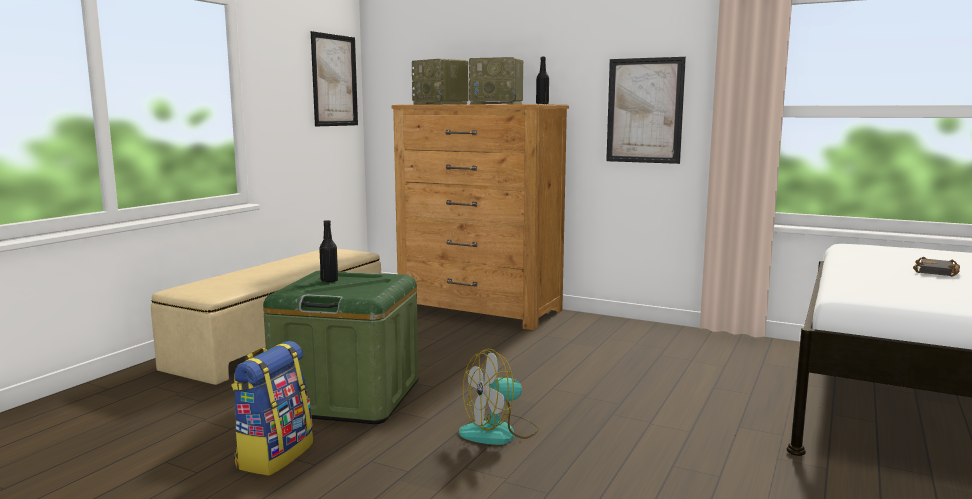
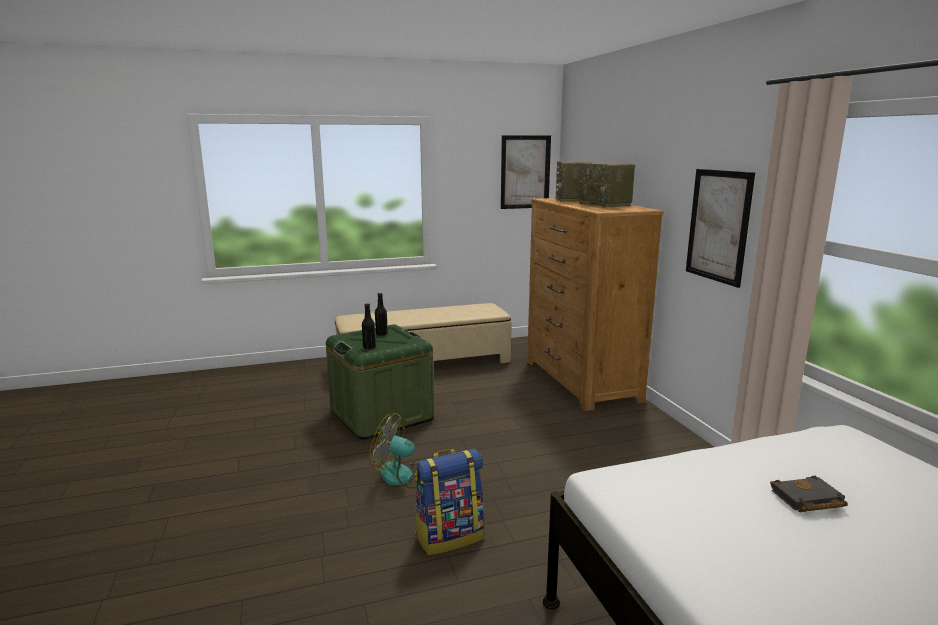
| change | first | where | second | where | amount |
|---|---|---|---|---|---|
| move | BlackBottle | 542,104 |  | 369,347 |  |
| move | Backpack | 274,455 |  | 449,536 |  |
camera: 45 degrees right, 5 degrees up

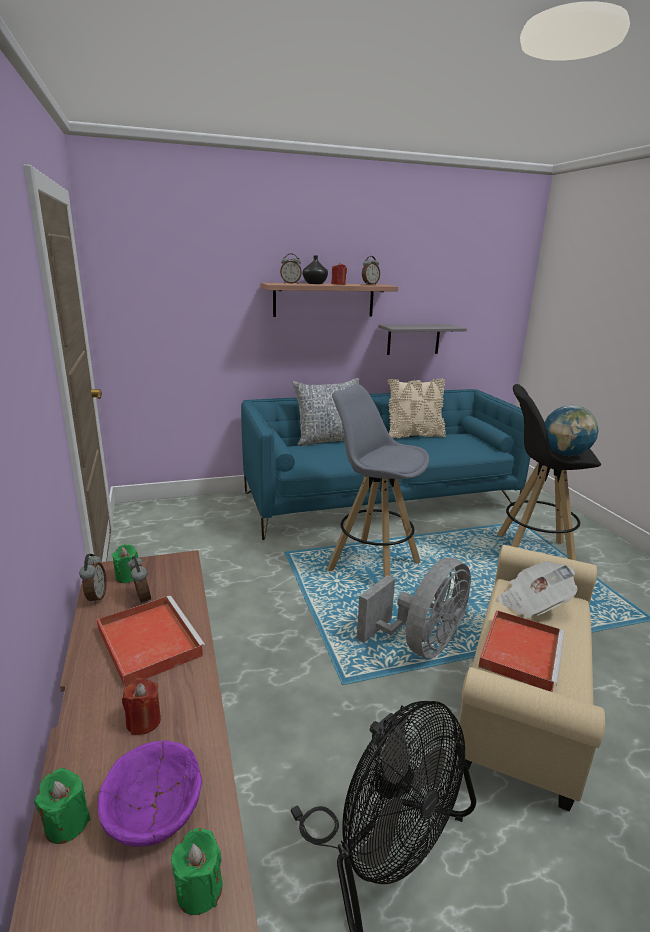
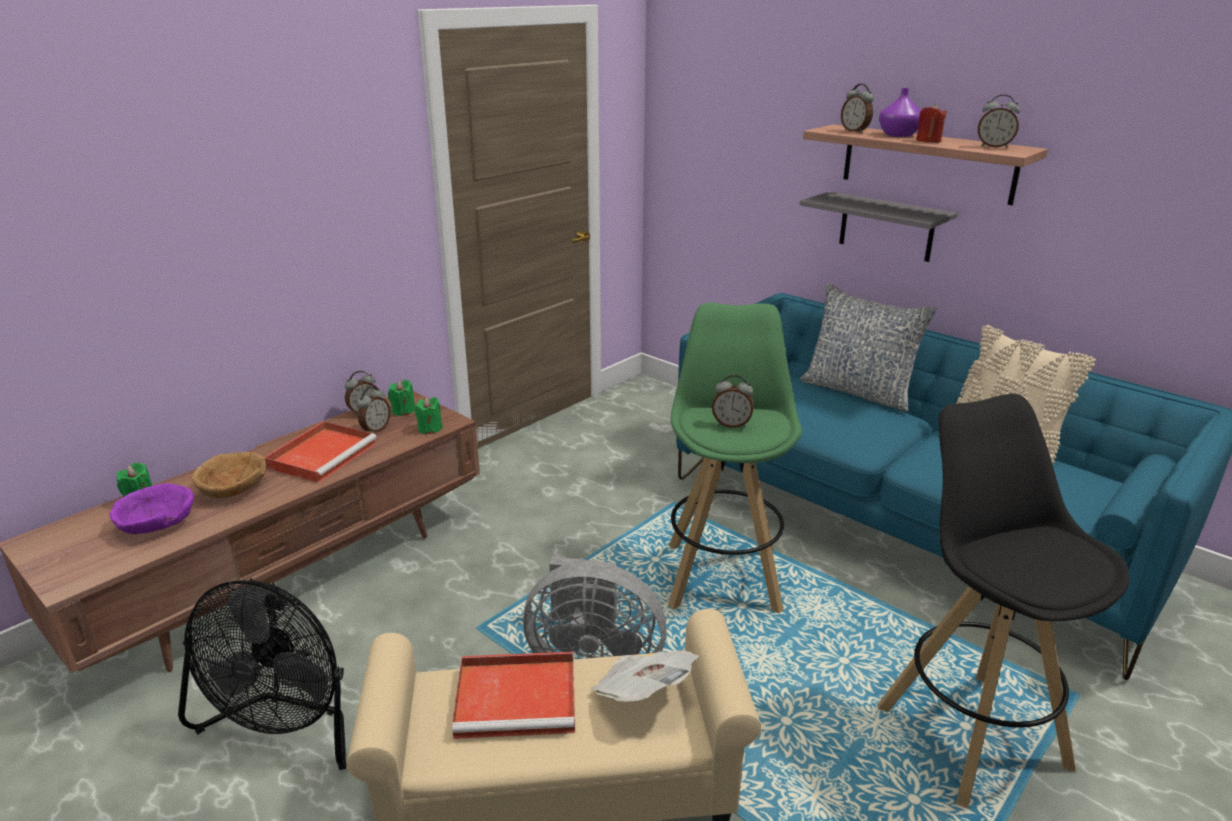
| change | first | where | second | where | amount |
|---|---|---|---|---|---|
| recolor | BlackVase | 314,283 | PurpleVase | 898,135 |  |
| move | GreyShelf | 413,339 |  | 886,227 |  |
| recolor | GreyStool | 372,565 | GreenStool | 723,575 |  |
| delete | Globe | 565,454 |  |  |  |
| replace | RedCandle | 143,721 | BrownBowl | 233,489 |  |
| move | GreenCandle | 199,889 |  | 430,429 |  |
| insert |  |  | AlarmClock | 731,424 |  |
camera: 60 degrees right, 5 degrees up

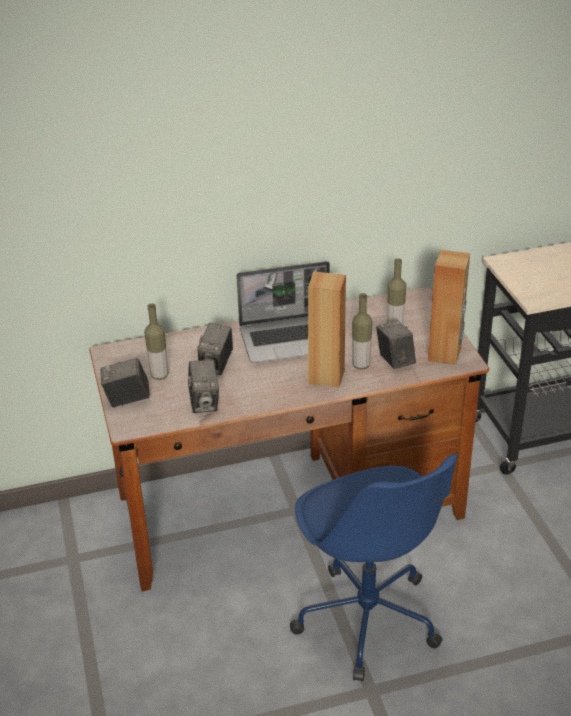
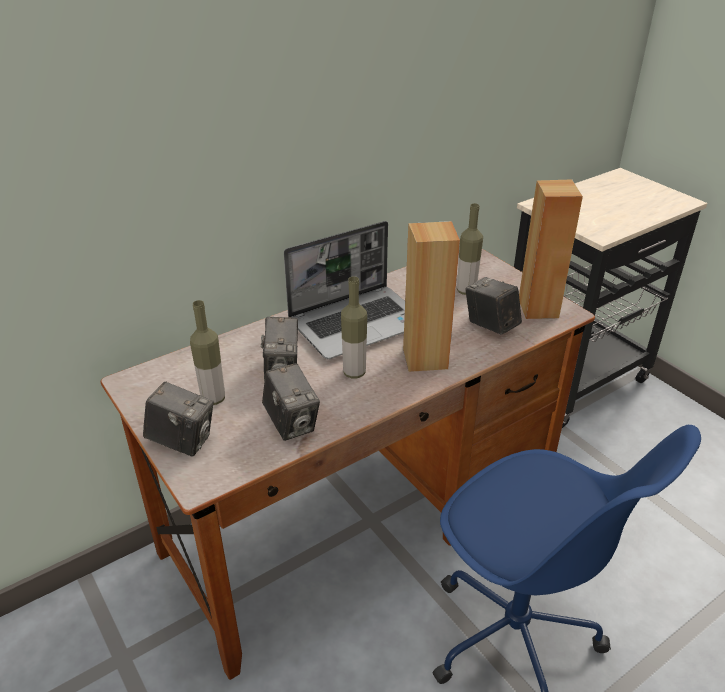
| change | first | where | second | where | amount |
|---|---|---|---|---|---|
| move | Bottle | 361,365 |  | 354,372 |  |
| rotate | PhotoCamera | 127,399 |  | 182,441 | 135 degrees counterclockwise |
camera: 20 degrees left, 0 degrees up

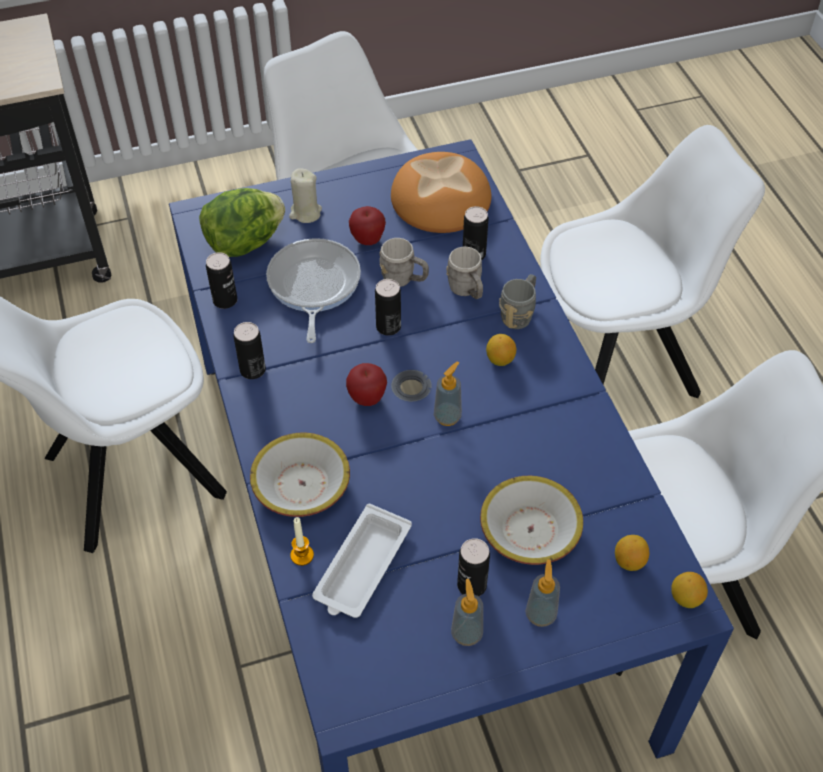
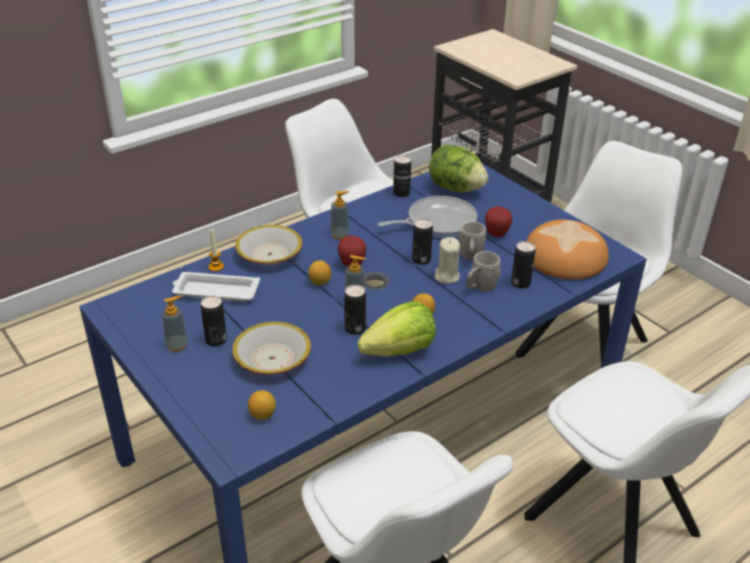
| change | first | where | second | where | amount |
|---|---|---|---|---|---|
| move | BeigeCandle | 305,213 |  | 446,276 |  |
| delete | GreyMug | 519,313 |  |  |  |
| move | Can | 252,370 |  | 355,329 |  |
| move | SoapDispenser | 540,614 |  | 340,235 |  |
| move | Lemon | 686,598 |  | 319,282 |  |
| insert |  |  | Lettuce | 400,351 |  |
camera: 70 degrees right, 15 degrees down

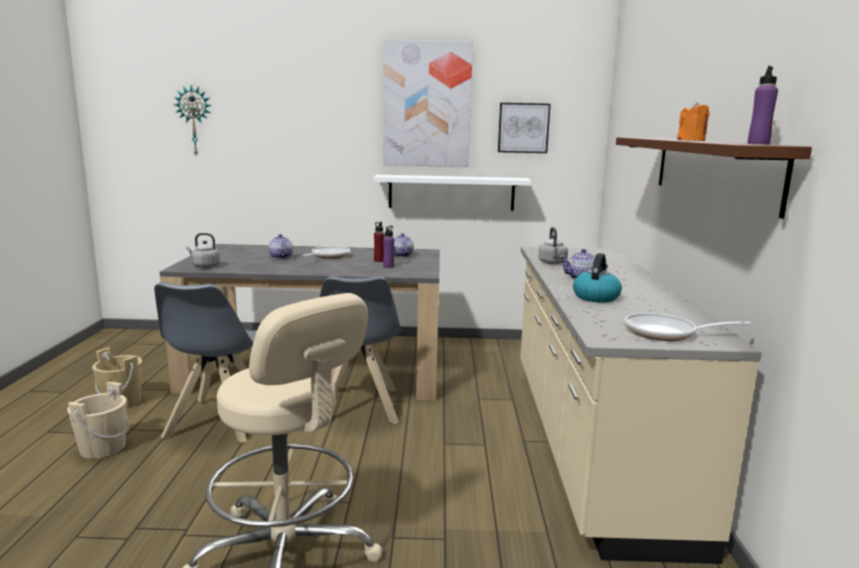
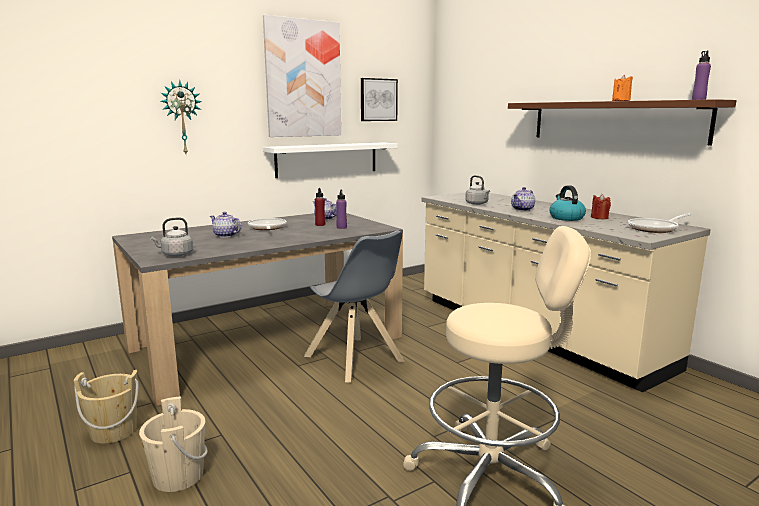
| change | first | where | second | where | amount |
|---|---|---|---|---|---|
| move | WallClock | 194,121 |  | 182,118 |  |
| delete | GreyChair | 218,421 |  |  |  |
| insert |  |  | RedCandle | 599,217 |  |
camera: 35 degrees left, 0 degrees up

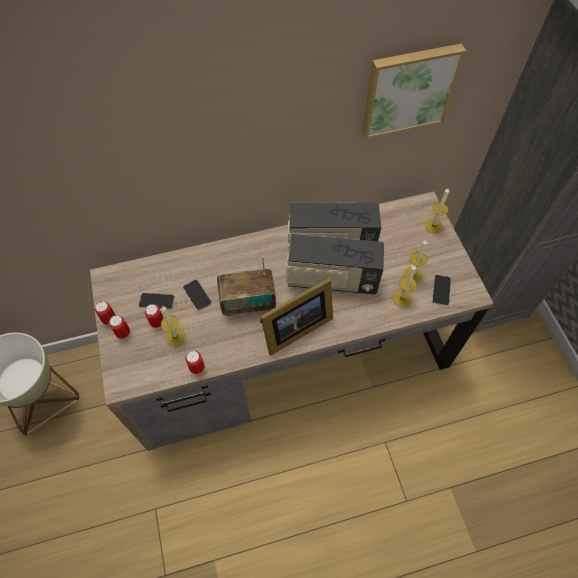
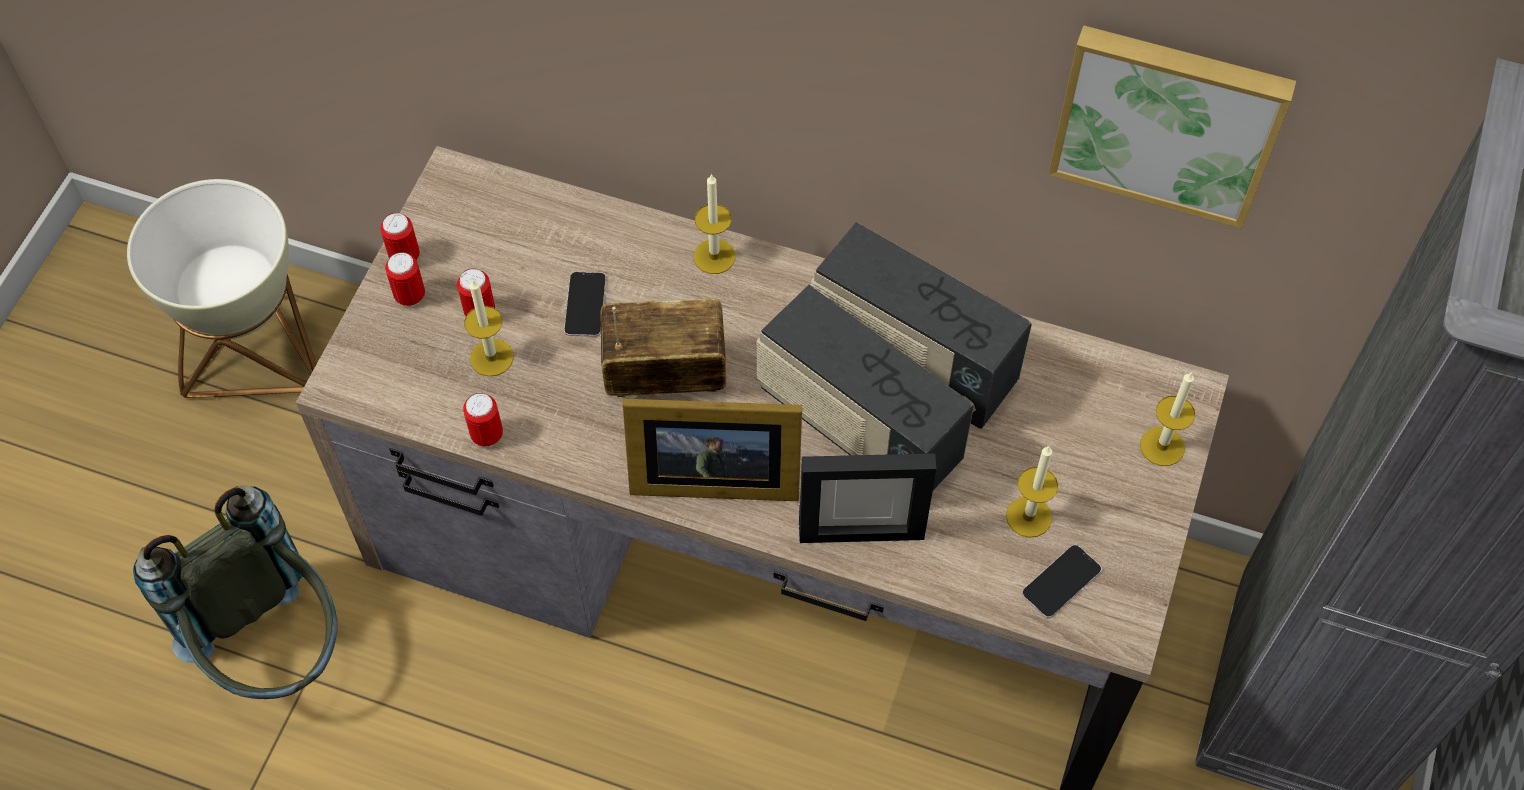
| change | first | where | second | where | amount |
|---|---|---|---|---|---|
| rotate | Radio | 248,302 |  | 665,374 | 150 degrees clockwise |
| move | Candle | 402,298 |  | 714,256 |  |
| delete | Phone | 156,301 |  |  |  |
| insert |  |  | PictureFrame | 861,531 |  |
| insert |  |  | GreyBackpack | 276,651 |  |
camera: 35 degrees right, 0 degrees up

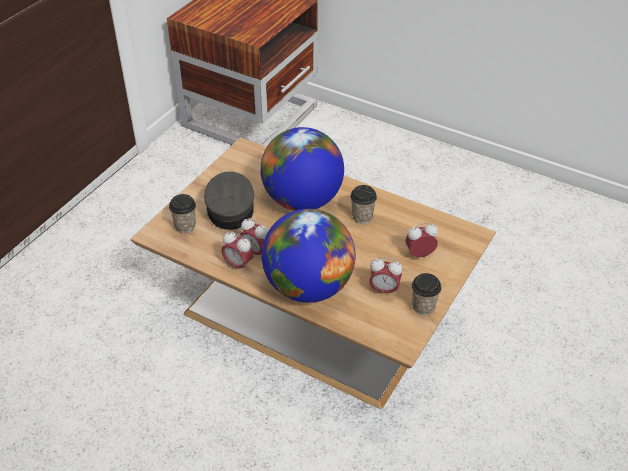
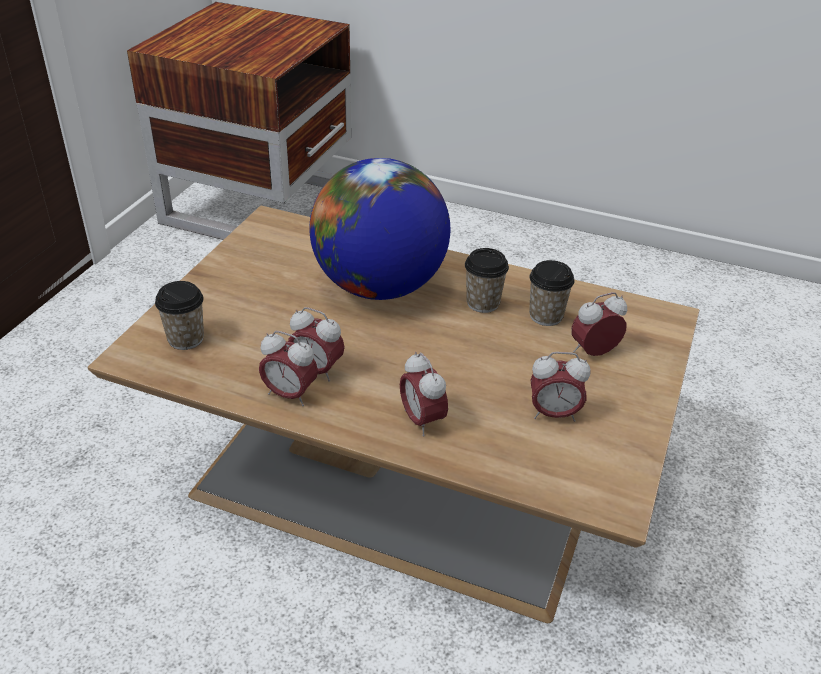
| change | first | where | second | where | amount |
|---|---|---|---|---|---|
| delete | GreyCap | 230,209 |  |  |  |
| replace | Globe | 308,287 | AlarmClock | 422,420 |  |
| move | Cup | 423,307 |  | 546,316 |  |
camera: 10 degrees left, 5 degrees down

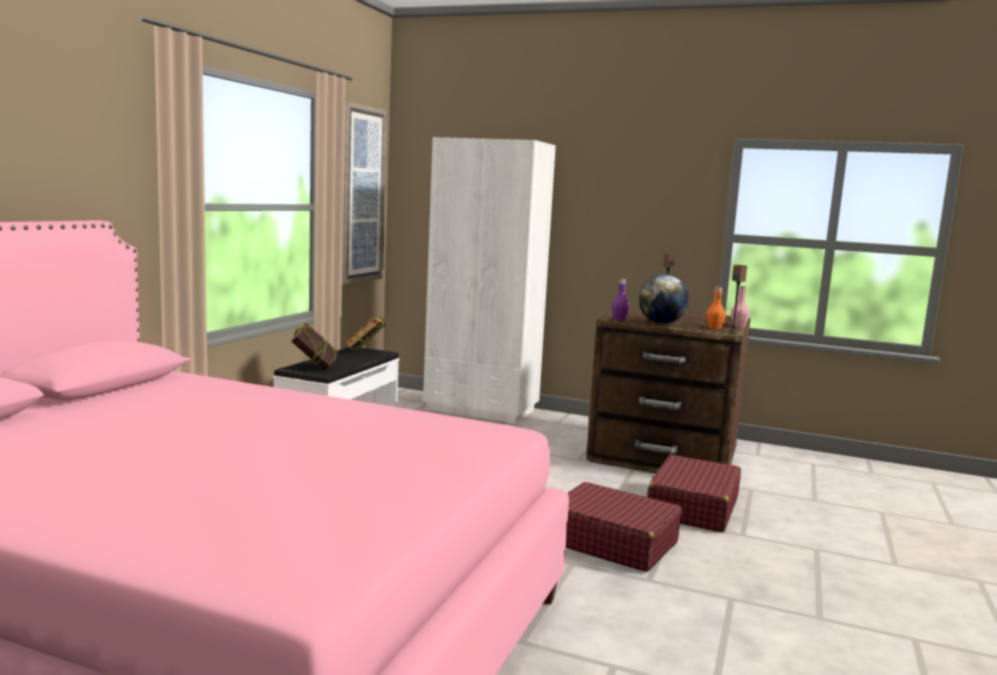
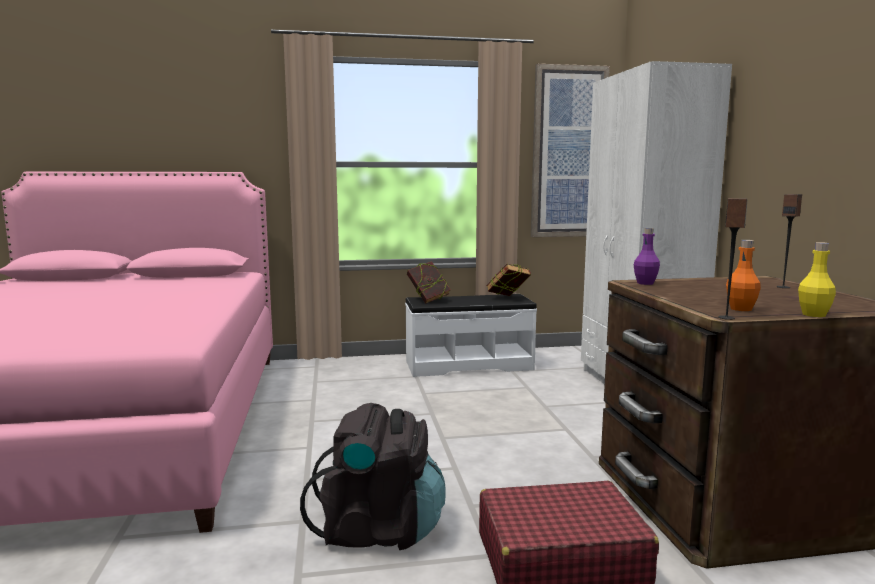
| change | first | where | second | where | amount |
|---|---|---|---|---|---|
| delete | Globe | 661,323 |  |  |  |
| recolor | PinkBottle | 738,326 | YellowBottle | 813,315 |  |
| replace | RedSuitcase | 611,542 | BlackBackpack | 379,529 |  |
camera: 60 degrees right, 0 degrees up

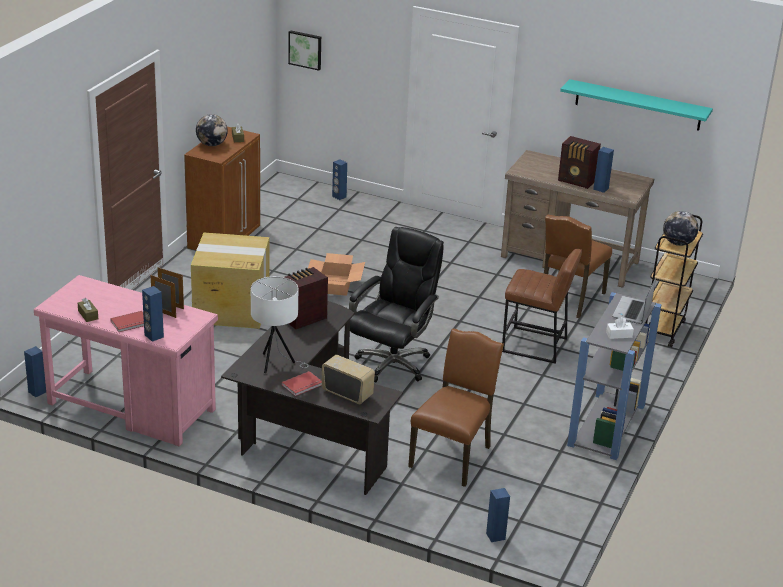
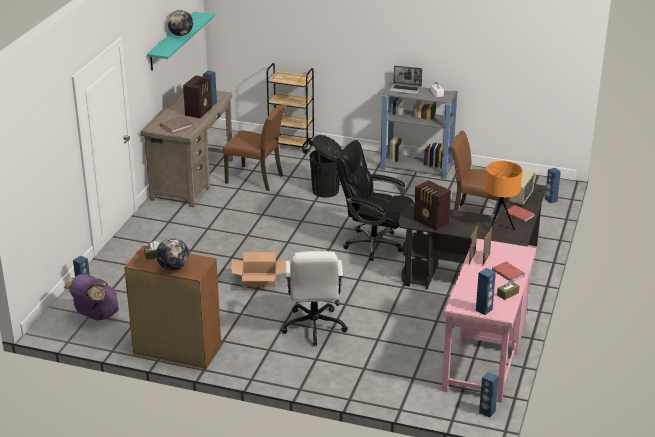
| change | first | where | second | where | amount |
|---|---|---|---|---|---|
| delete | Picture | 305,49 |  |  |  |
| move | Globe | 678,243 |  | 181,35 |  |
| replace | CardboardBox | 230,308 | WhiteOfficeChair | 314,328 |  |
| replace | BrownChair | 535,345 | BlackTrashCan | 326,191 |  |
| recolor | WhiteTableLamp | 276,364 | OrangeTableLamp | 499,226 |  |
| move | BlueSpeaker | 153,336 |  | 484,310 |  |
| insert |  |  | BrownBook | 176,126 |  |
| insert |  |  | PurpleBackpack | 95,315 |  |
camera: 95 degrees left, 0 degrees up

